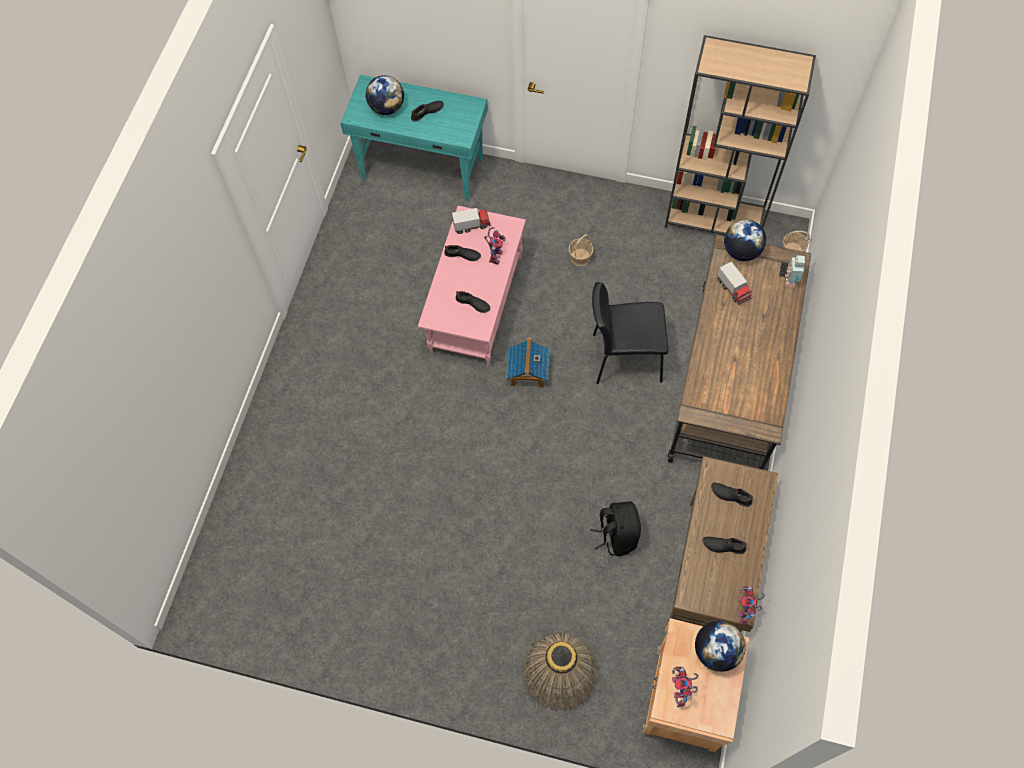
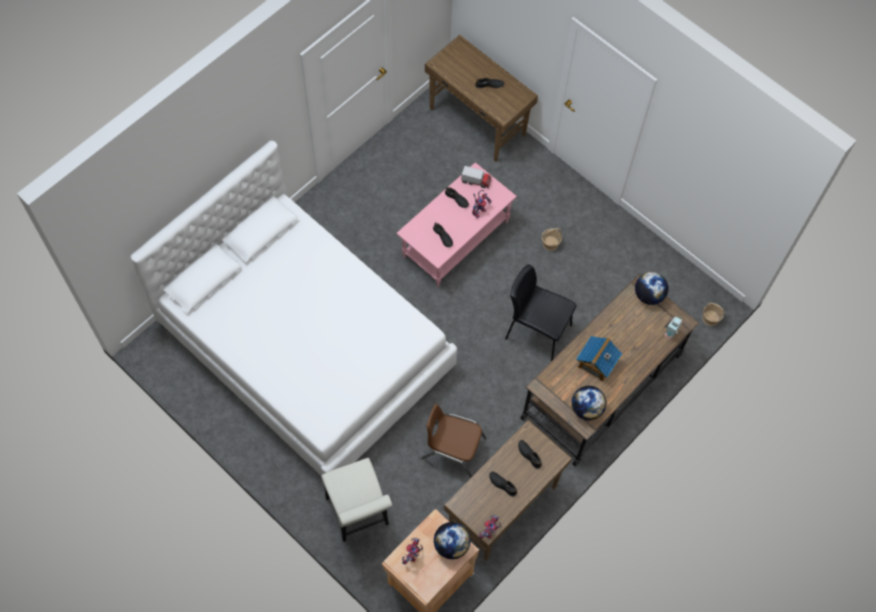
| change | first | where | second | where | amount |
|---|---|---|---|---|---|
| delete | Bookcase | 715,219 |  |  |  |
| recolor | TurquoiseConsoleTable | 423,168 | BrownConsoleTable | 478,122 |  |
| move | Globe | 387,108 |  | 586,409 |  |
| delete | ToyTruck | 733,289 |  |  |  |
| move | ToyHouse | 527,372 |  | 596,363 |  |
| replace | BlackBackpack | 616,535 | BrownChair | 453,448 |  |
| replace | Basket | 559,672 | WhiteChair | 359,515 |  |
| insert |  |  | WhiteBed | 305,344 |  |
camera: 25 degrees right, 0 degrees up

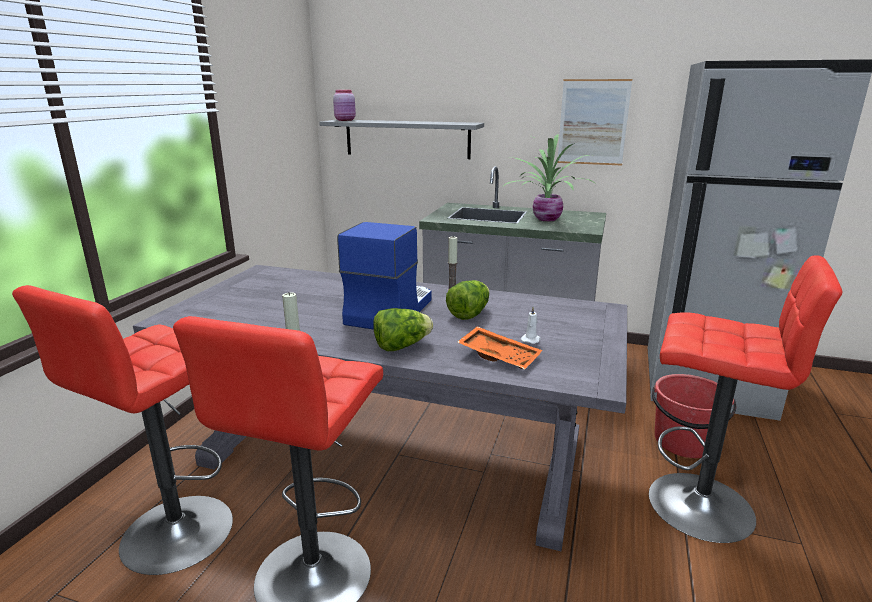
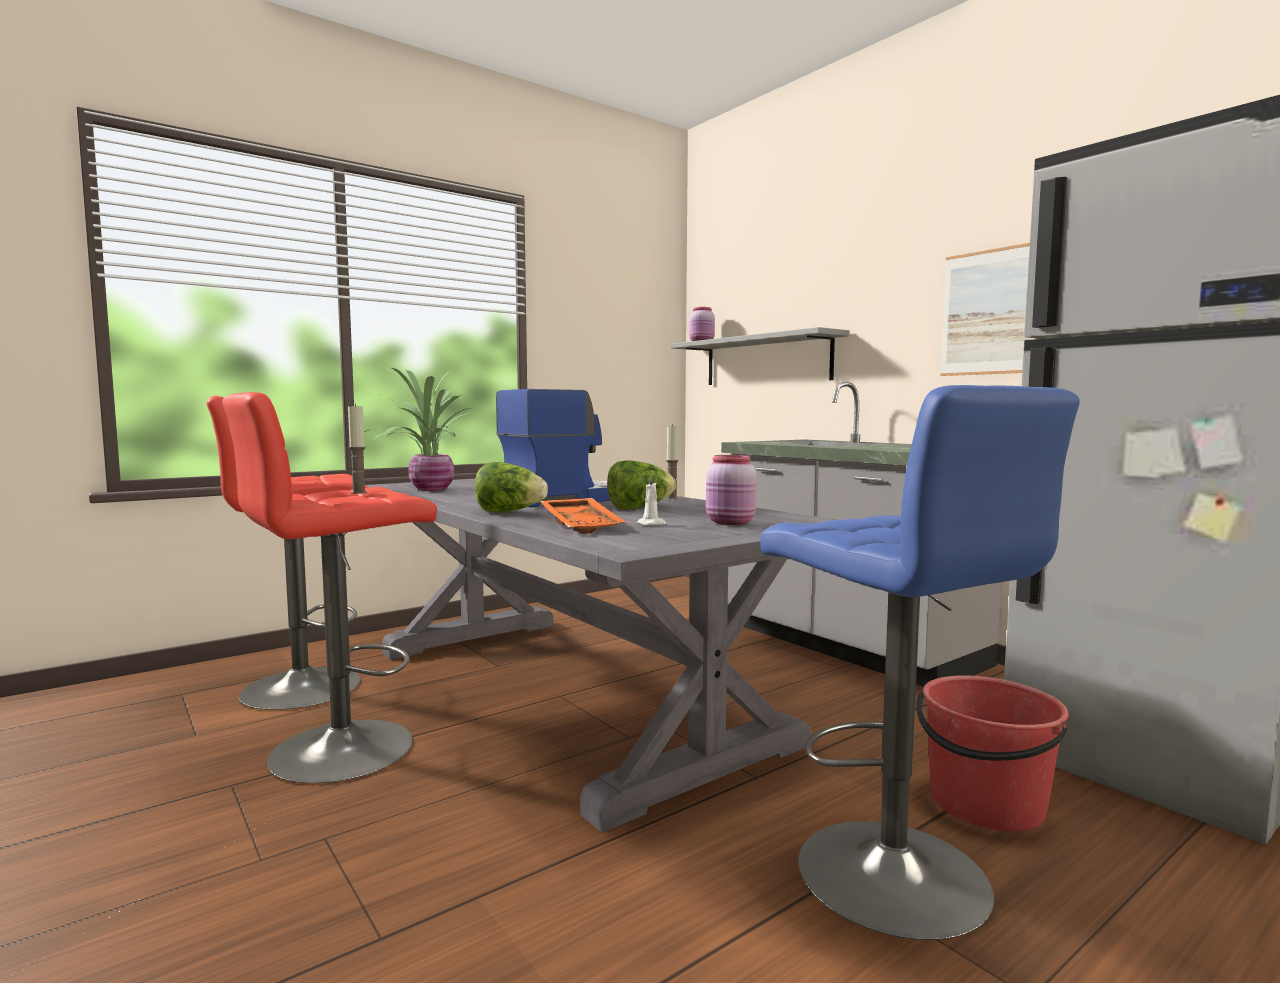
| change | first | where | second | where | amount |
|---|---|---|---|---|---|
| move | PottedPlant | 545,219 |  | 430,489 |  |
| recolor | RedStool | 701,507 | BlueStool | 892,877 |  |
| insert |  |  | PinkJar | 731,522 |  |
camera: 35 degrees right, 15 degrees down

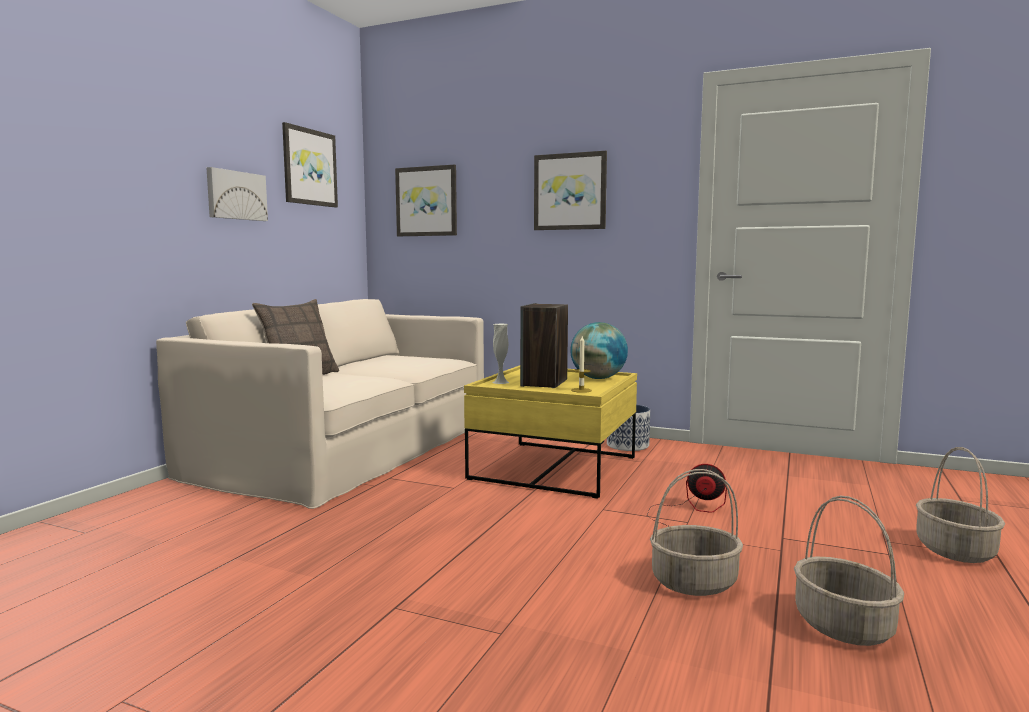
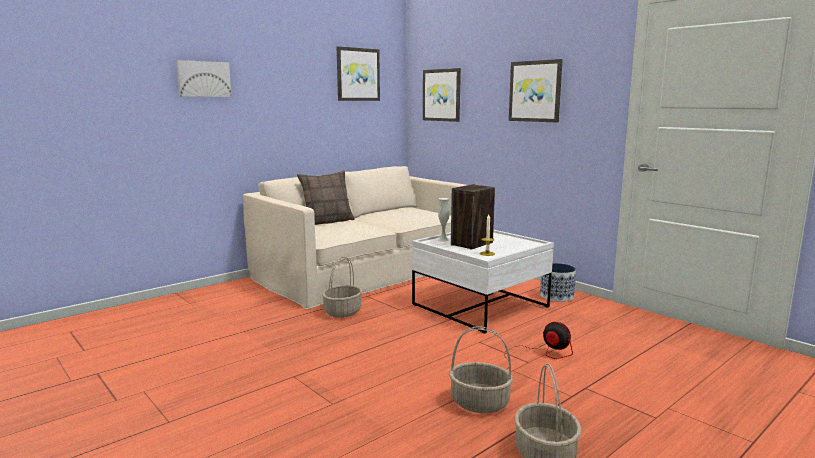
| change | first | where | second | where | amount |
|---|---|---|---|---|---|
| move | Picture | 236,195 |  | 203,79 |  |
| delete | Globe | 598,378 |  |  |  |
| recolor | YellowCoffeeTable | 553,468 | WhiteCoffeeTable | 480,306 |  |
| move | Basket | 954,550 |  | 342,312 |  |
camera: 25 degrees right, 5 degrees up

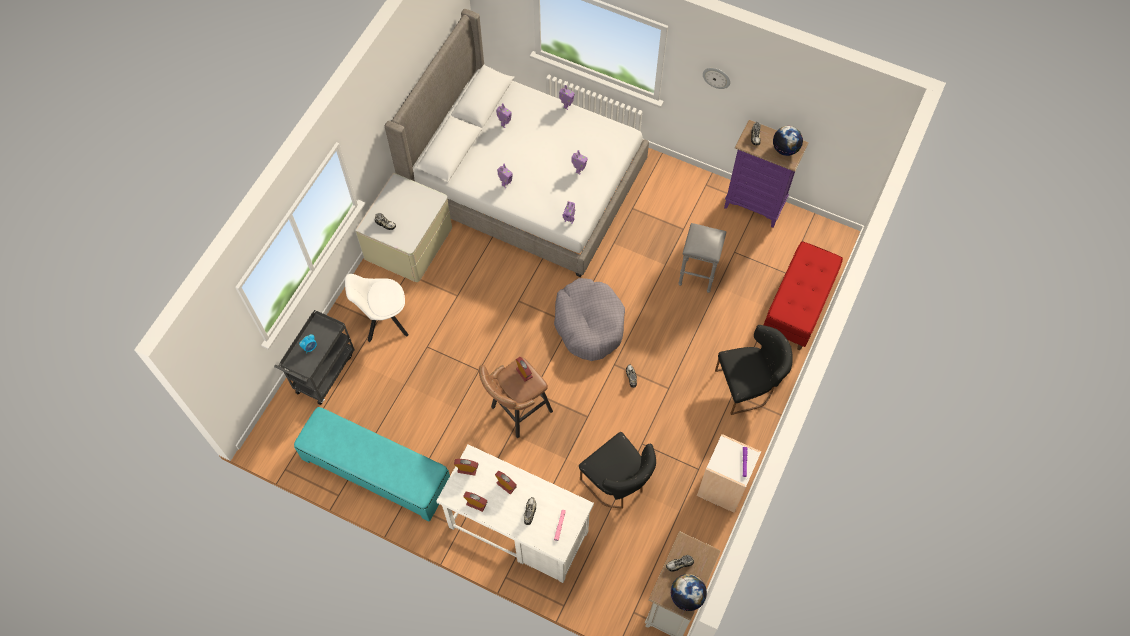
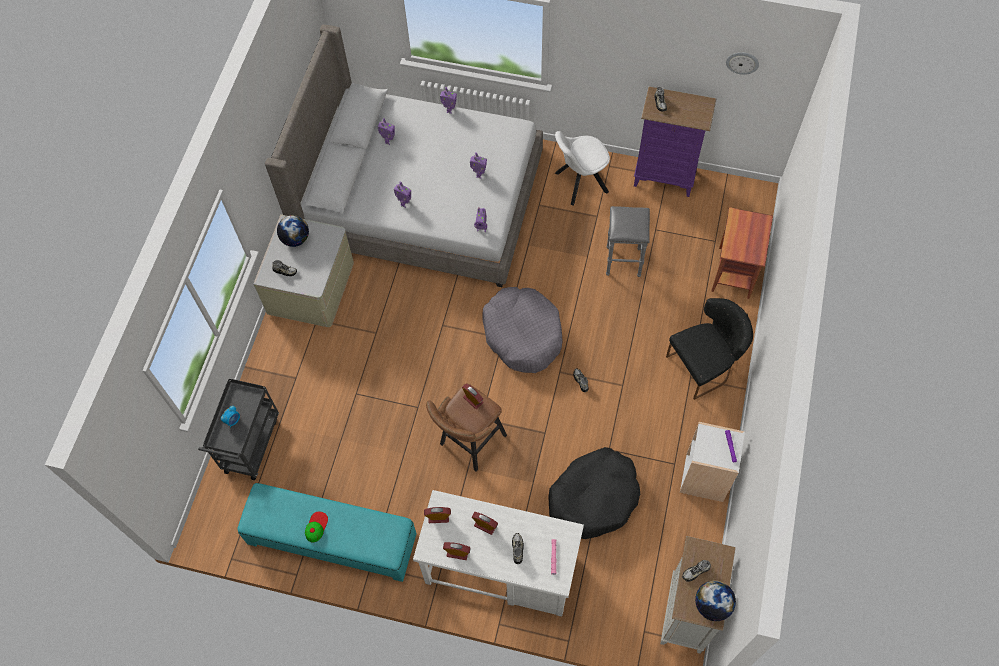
| change | first | where | second | where | amount |
|---|---|---|---|---|---|
| move | WallClock | 716,77 |  | 742,62 |  |
| move | Globe | 785,149 |  | 296,239 |  |
| replace | RedBench | 797,307 | Nightstand | 734,273 |  |
| move | WhiteChair | 384,320 |  | 580,183 |  |
| replace | BlackChair | 617,484 | BlackDogBed | 594,497 |  |
| insert |  |  | Cap | 316,526 |  |
camera: 10 degrees left, 0 degrees up

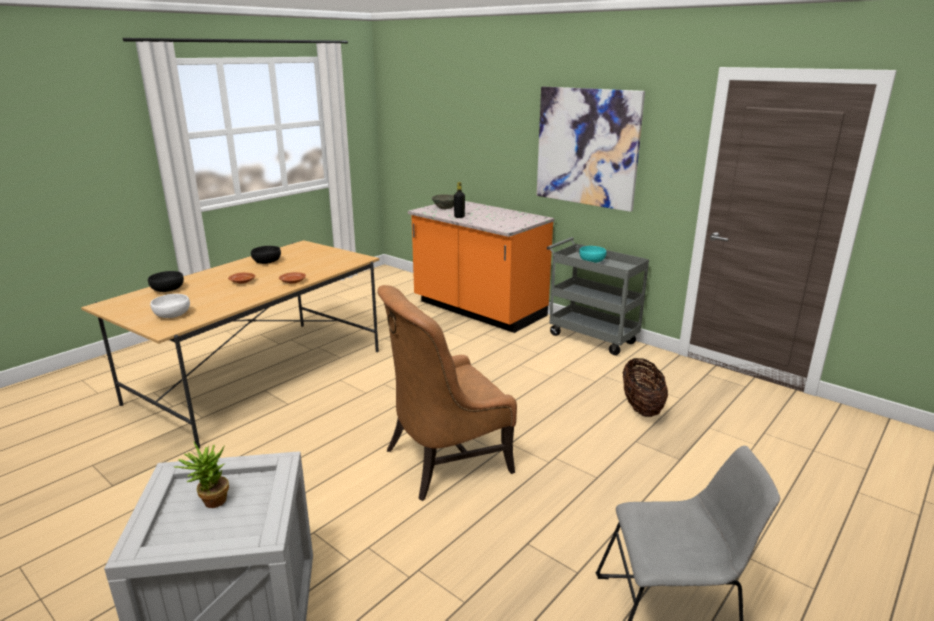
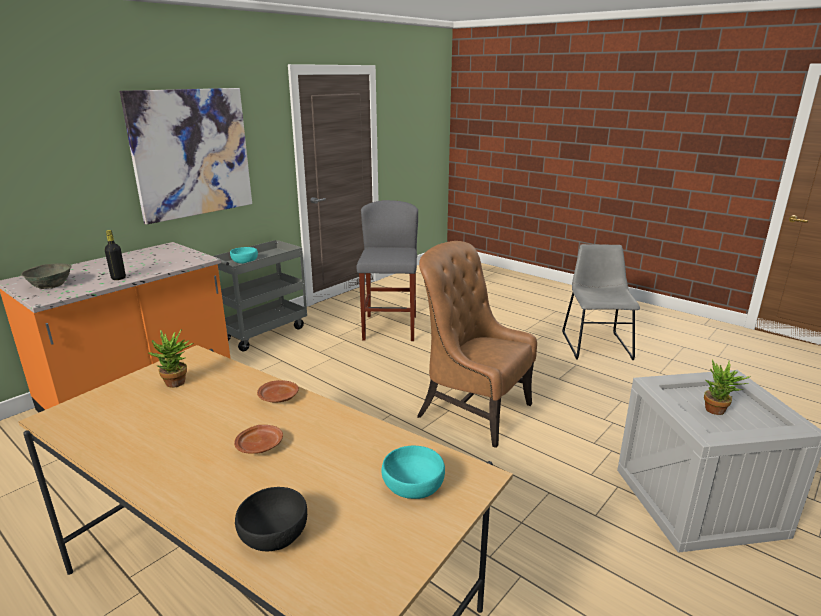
| change | first | where | second | where | amount |
|---|---|---|---|---|---|
| delete | BlackBowl | 267,262 |  |  |  |
| rotate | BrownChair | 445,460 |  | 472,410 | 150 degrees clockwise |
| recolor | WhiteBowl | 172,315 | TurquoiseBowl | 414,487 |  |
| replace | Basket | 641,407 | GreyStool | 390,328 |  |
| insert |  |  | PottedPlant | 177,384 |  |
camera: 90 degrees left, 0 degrees up

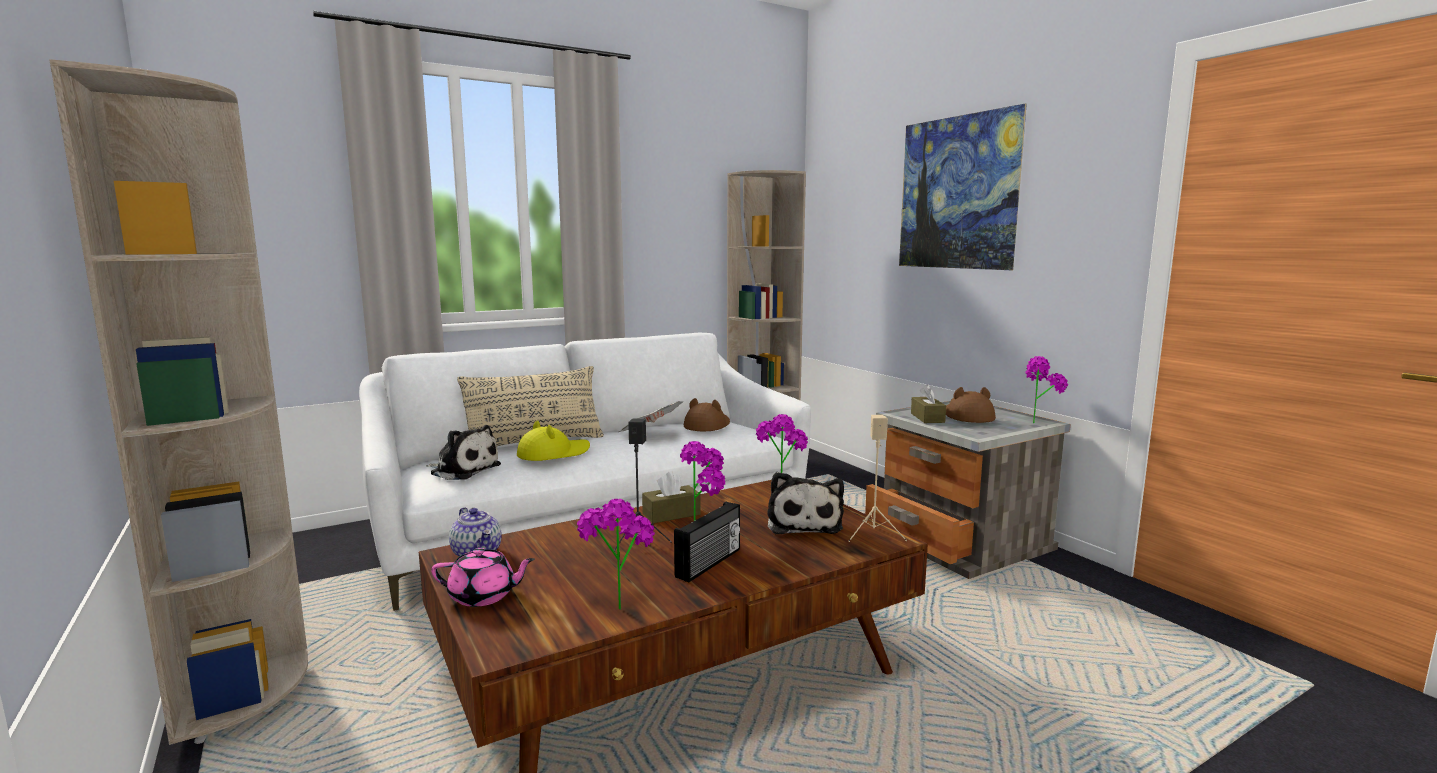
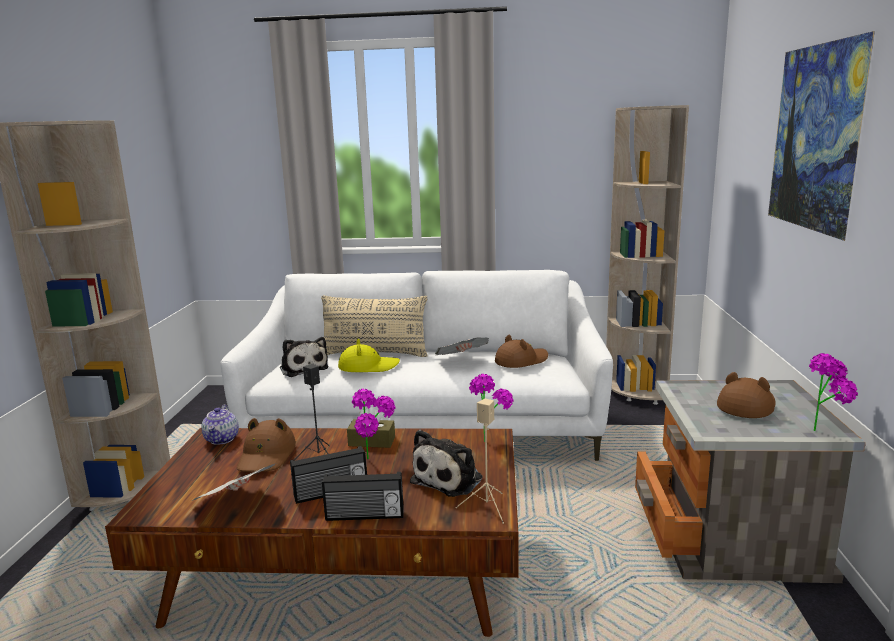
| change | first | where | second | where | amount |
|---|---|---|---|---|---|
| delete | BrownTissueBox | 927,418 |  |  |  |
| replace | PottedPlant | 617,602 | Newspaper | 236,503 |  |
| delete | PinkTeapot | 484,596 |  |  |  |
| insert |  |  | BrownHat | 267,456 |  |
| insert |  |  | Radio | 364,516 |  |
camera: 35 degrees right, 5 degrees up

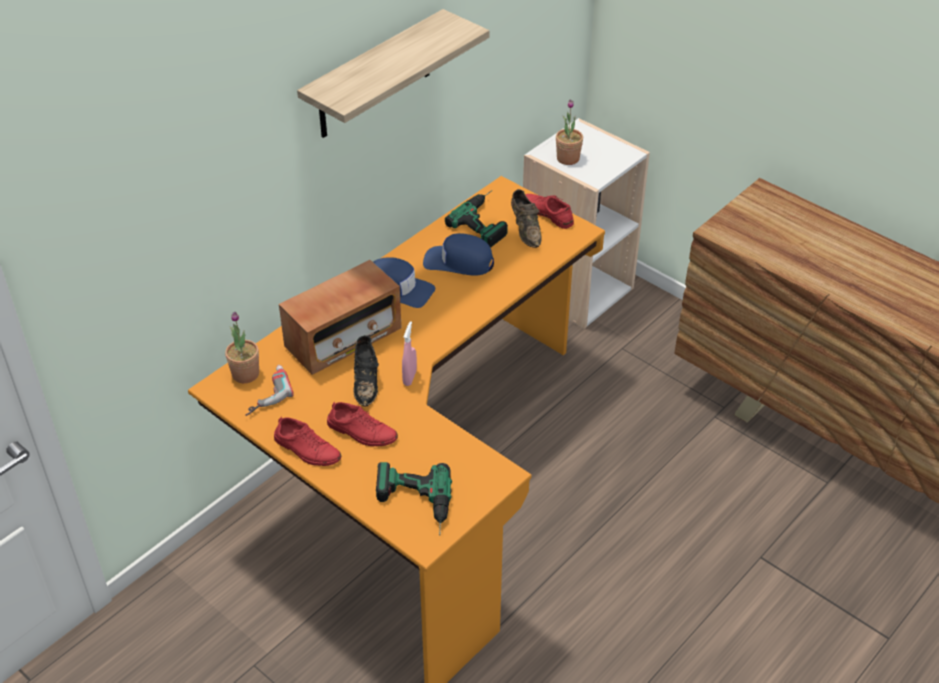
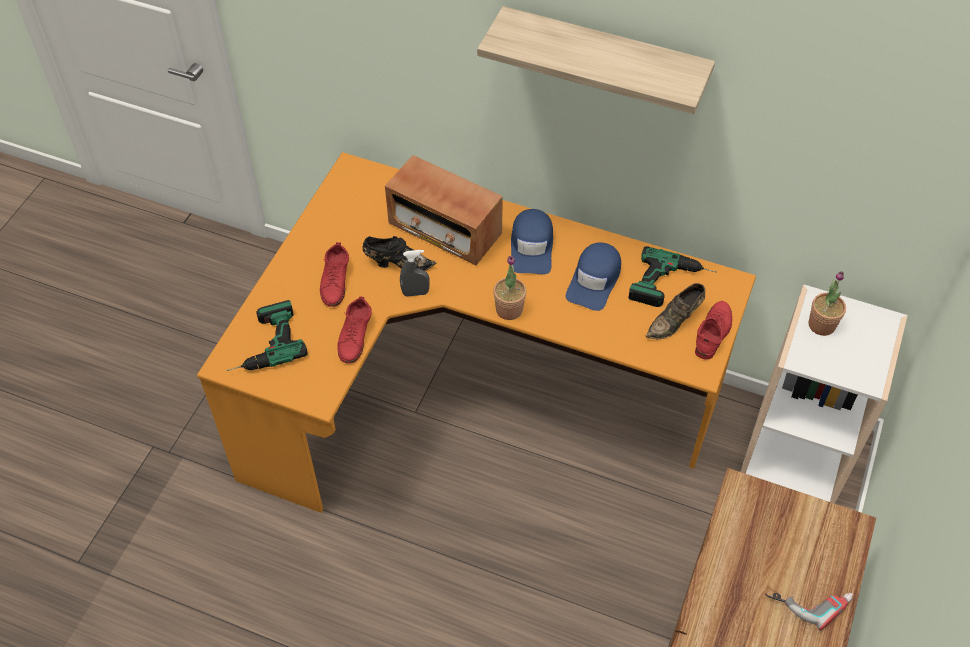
| change | first | where | second | where | amount |
|---|---|---|---|---|---|
| rotate | BlueCap | 458,262 |  | 594,280 | 150 degrees counterclockwise |
| move | PottedPlant | 245,374 |  | 509,309 |  |
| recolor | PinkSprayBottle | 409,377 | GreySprayBottle | 415,293 |  |
| rotate | BlackShoe | 366,382 |  | 397,264 | 150 degrees counterclockwise |
| move | PowerDrill | 265,393 |  | 809,598 |  |
| move | RedShoe | 307,449 |  | 355,335 |  |
camera: 70 degrees right, 10 degrees up

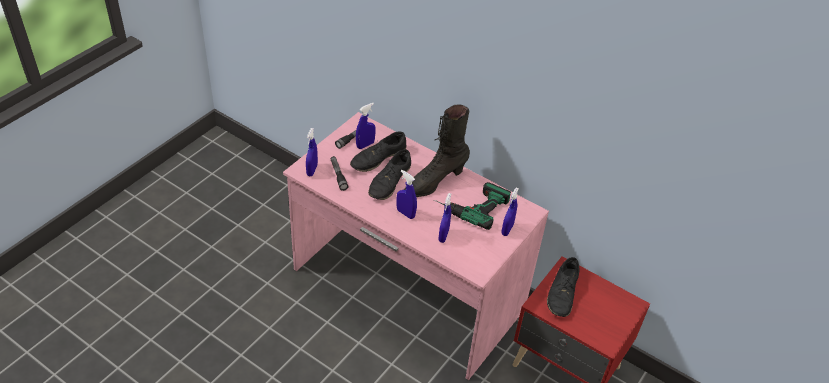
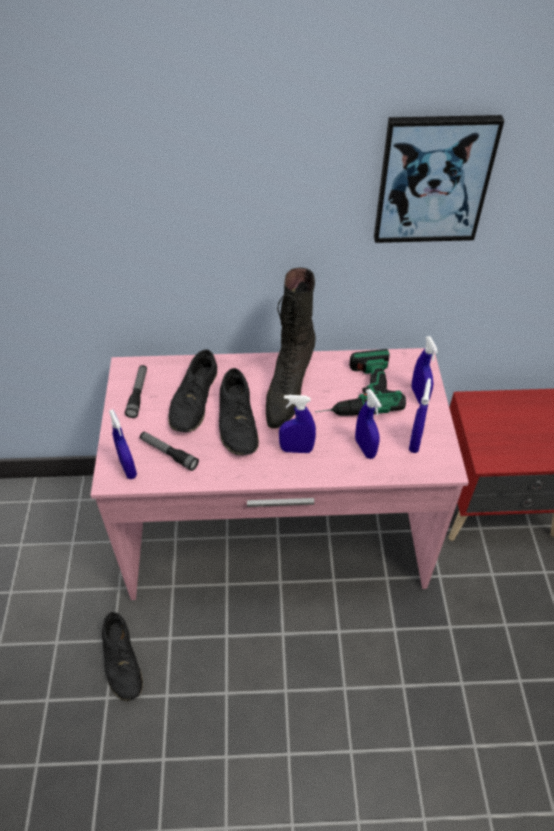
| change | first | where | second | where | amount |
|---|---|---|---|---|---|
| move | BlueSprayBottle | 365,145 |  | 414,442 |  |
| move | BlackShoe | 562,293 |  | 122,660 |  |
| insert |  |  | Picture | 433,180 |  |
camera: 35 degrees left, 5 degrees up

